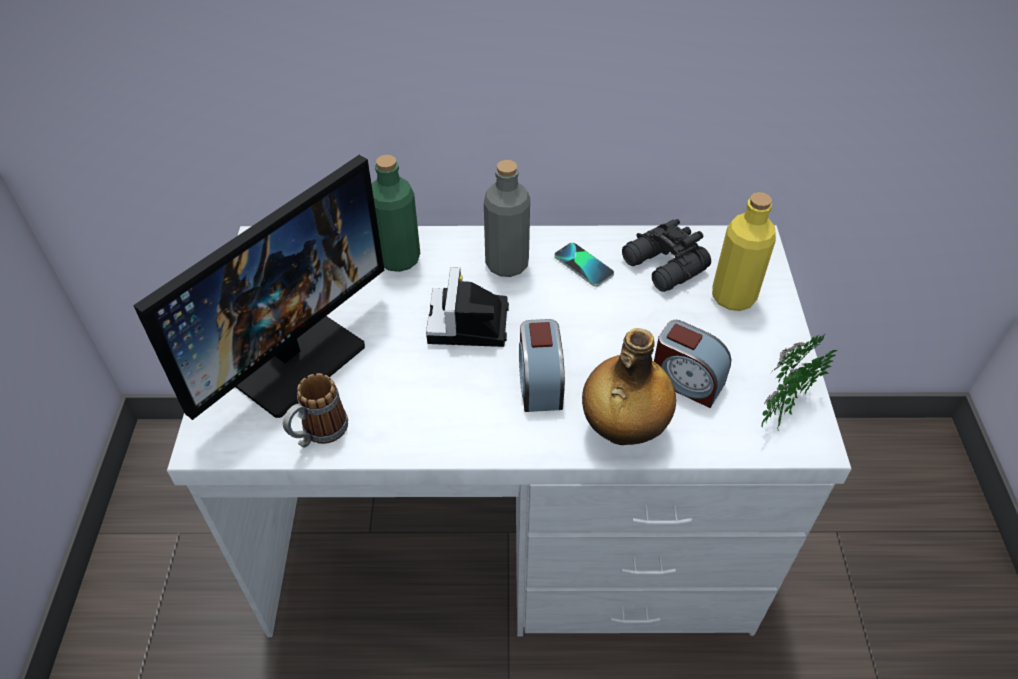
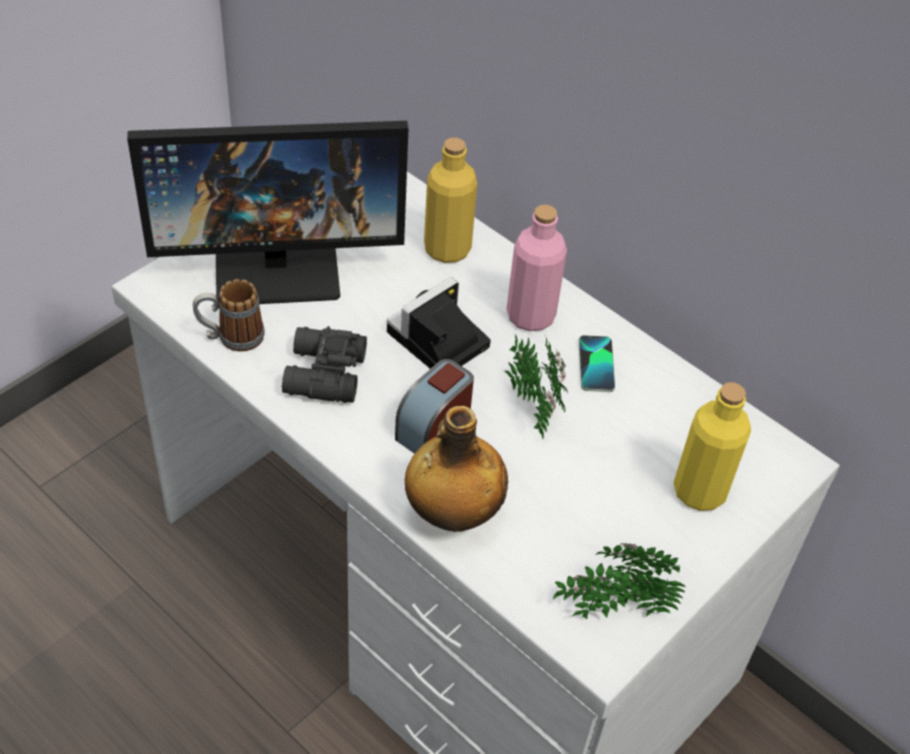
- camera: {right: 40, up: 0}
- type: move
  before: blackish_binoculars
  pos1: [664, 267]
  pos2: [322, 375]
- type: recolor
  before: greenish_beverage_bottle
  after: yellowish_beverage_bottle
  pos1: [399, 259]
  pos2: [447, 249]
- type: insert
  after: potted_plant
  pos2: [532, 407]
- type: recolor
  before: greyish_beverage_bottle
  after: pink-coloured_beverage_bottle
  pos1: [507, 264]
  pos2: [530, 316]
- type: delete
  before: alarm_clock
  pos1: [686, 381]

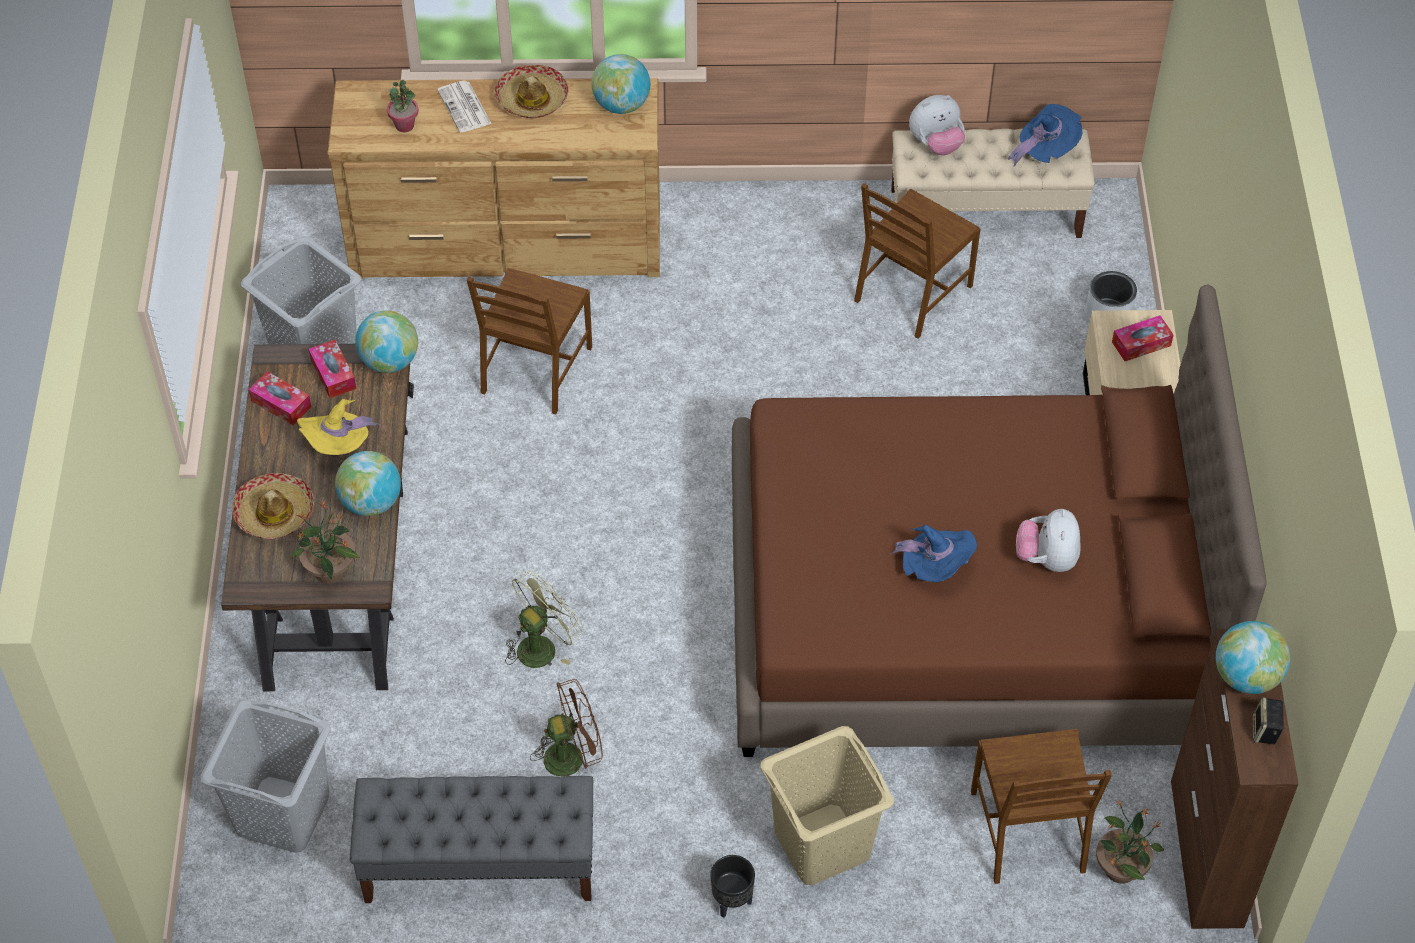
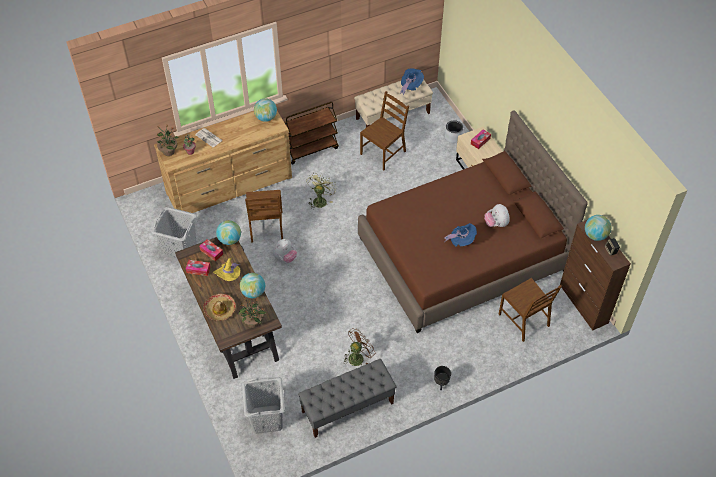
- camera: {right: -25, up: 0}
- type: move
  before: potted_plant
  pos1: [1121, 867]
  pos2: [168, 151]
- type: move
  before: soft_toy
  pos1: [936, 144]
  pos2: [285, 257]
- type: insert
  after: brownish_wheeled_cart
  pos2: [311, 149]
- type: move
  before: greenish_cooling_fan
  pos1: [542, 645]
  pos2: [320, 200]
- type: rotate
  before: brownish_chair
  pos1: [912, 293]
  pos2: [383, 152]
  turn: -150
- type: delete
  before: wearable_hat
  pos1: [532, 99]
- type: delete
  before: beige-coloured_hamper
  pos1: [823, 844]

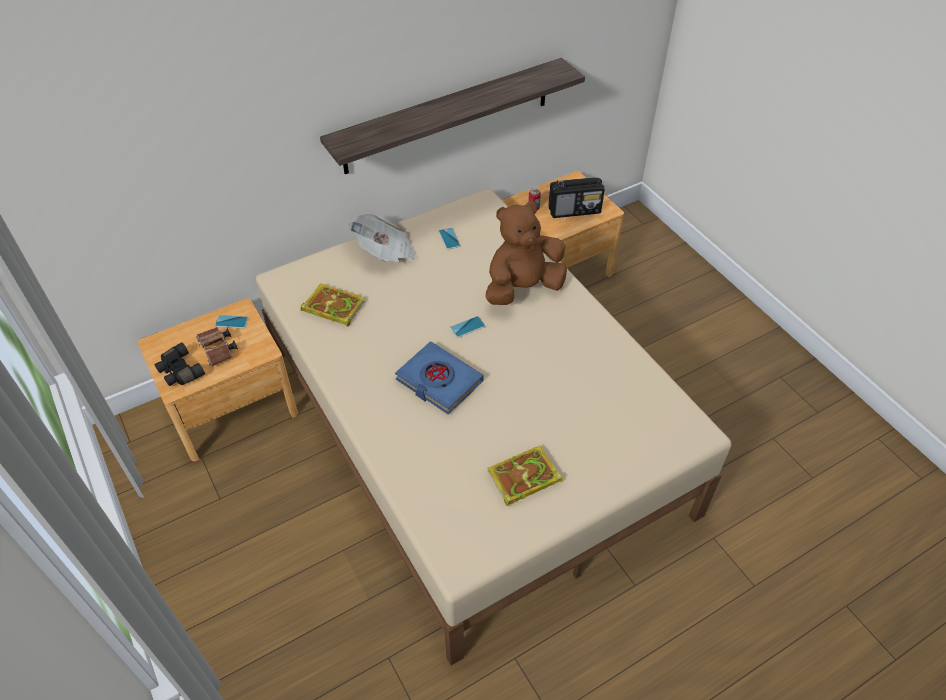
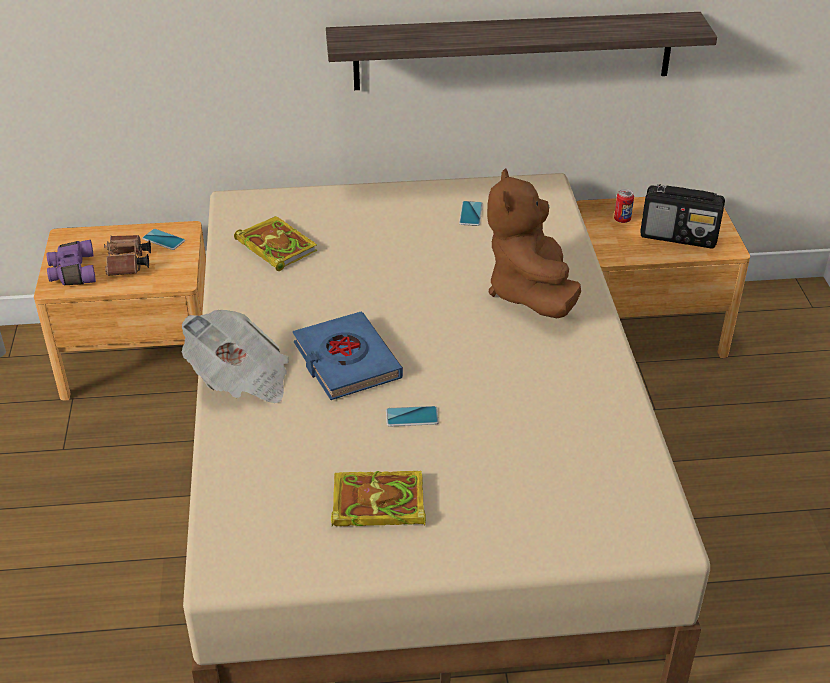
- camera: {right: 25, up: -10}
- type: recolor
  before: blackish_binoculars
  after: purplish_binoculars
  pos1: [179, 371]
  pos2: [72, 272]
- type: move
  before: printed_paper
  pos1: [386, 252]
  pos2: [240, 379]
- type: move
  before: telephone
  pos1: [467, 327]
  pos2: [412, 417]
- type: rotate
  before: brownish_soft_toy
  pos1: [523, 288]
  pos2: [529, 292]
  turn: -90

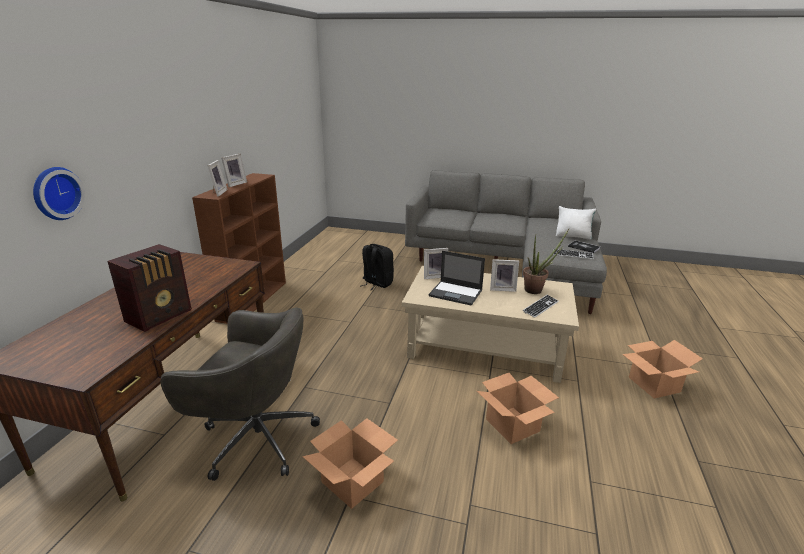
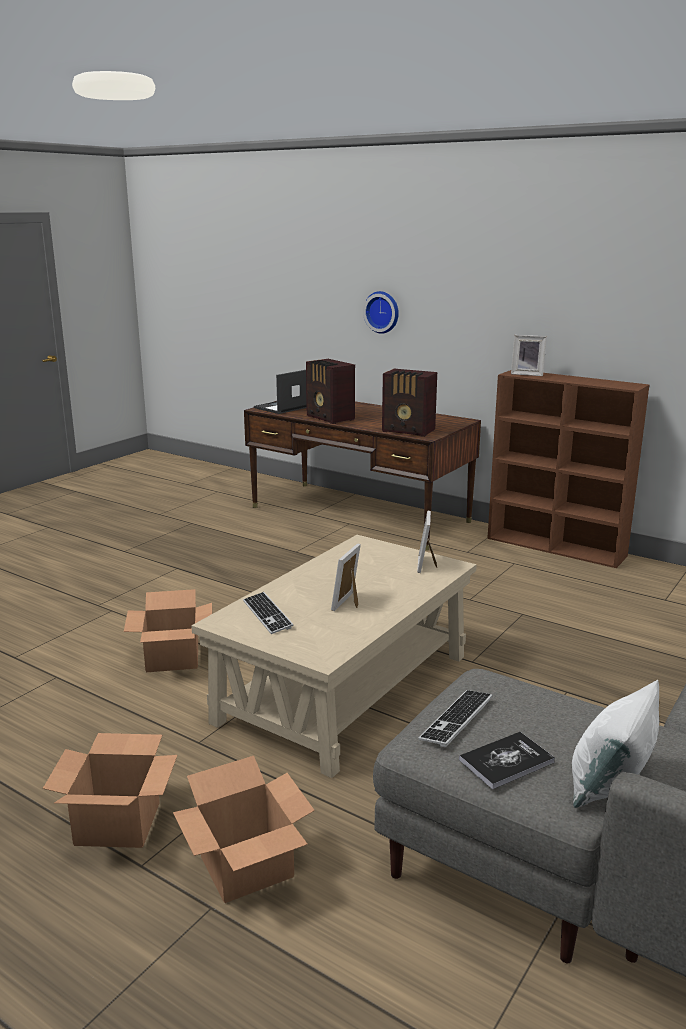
- camera: {right: 110, up: -5}
- type: move
  before: packing_box
  pos1: [351, 482]
  pos2: [247, 865]
- type: move
  before: notebook_computer
  pos1: [456, 293]
  pos2: [283, 407]
- type: insert
  after: radio_receiver
  pos2: [409, 431]
- type: delete
  before: greyish_desk_chair
  pos1: [255, 438]
- type: delete
  before: picture_frame
  pos1: [234, 184]
- type: delete
  before: blackish_rucksack
  pos1: [376, 283]
- type: delete
  before: potted_plant
  pos1: [536, 290]

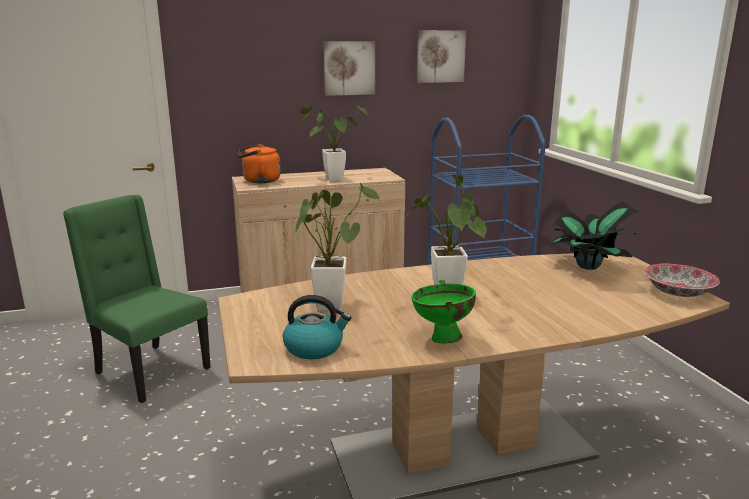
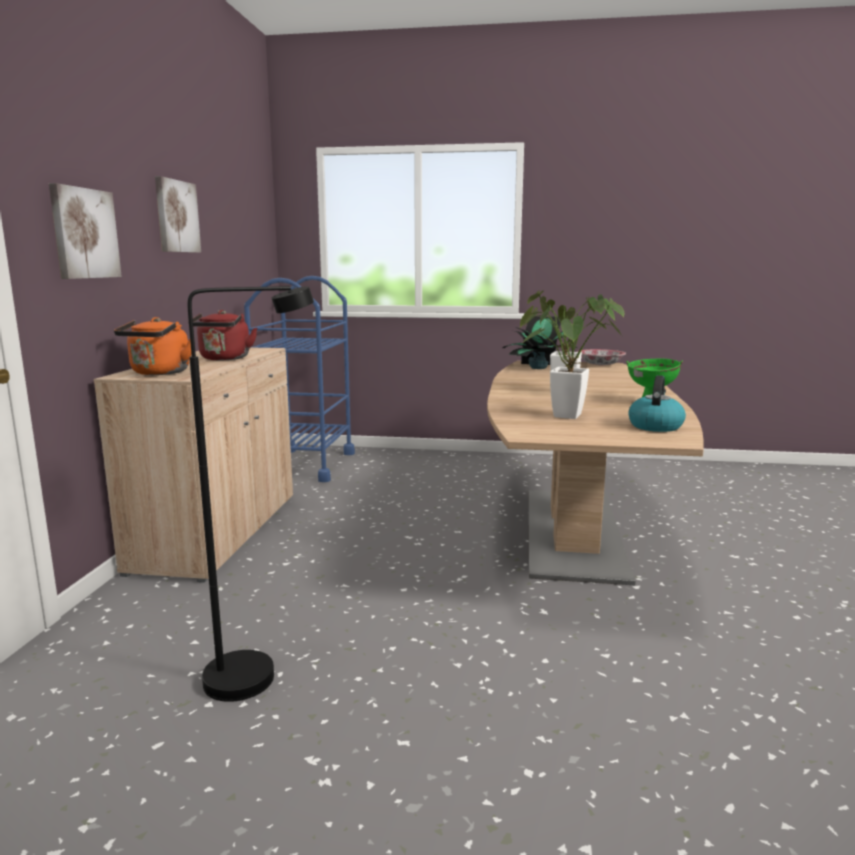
- camera: {right: -65, up: -5}
- type: move
  before: wall_art
  pos1: [440, 56]
  pos2: [84, 233]
- type: replace
  before: greenish_chair
  after: blackish_floor_lamp
  pos1: [149, 371]
  pos2: [258, 672]
- type: replace
  before: potted_plant
  after: red_tea_kettle
  pos1: [330, 179]
  pos2: [224, 359]

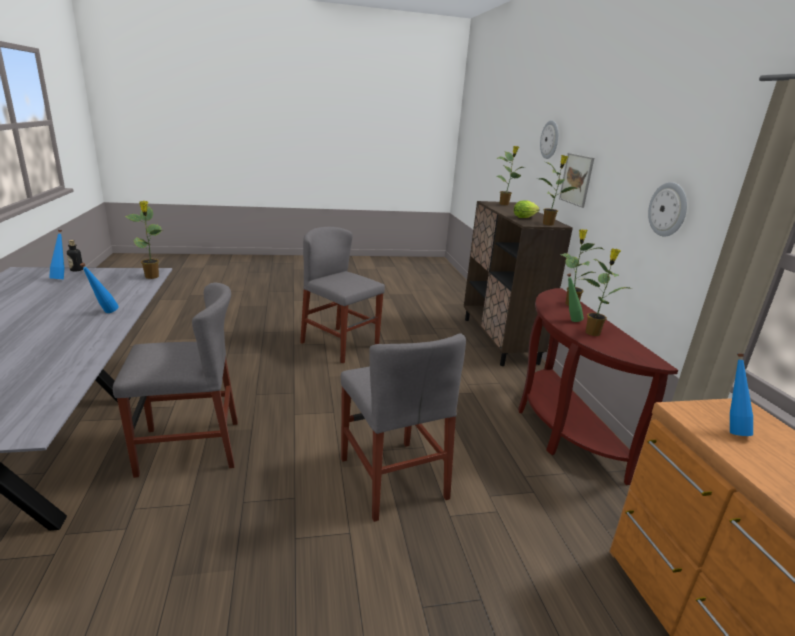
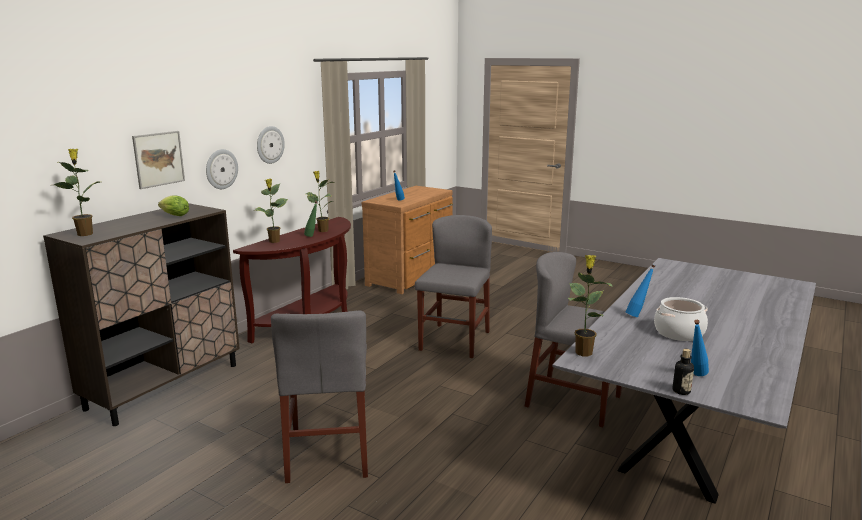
- camera: {right: -135, up: -5}
- type: move
  before: hanging_clock
  pos1: [550, 139]
  pos2: [221, 169]
- type: insert
  after: saucepot
  pos2: [679, 333]
- type: delete
  before: potted_plant
  pos1: [548, 224]

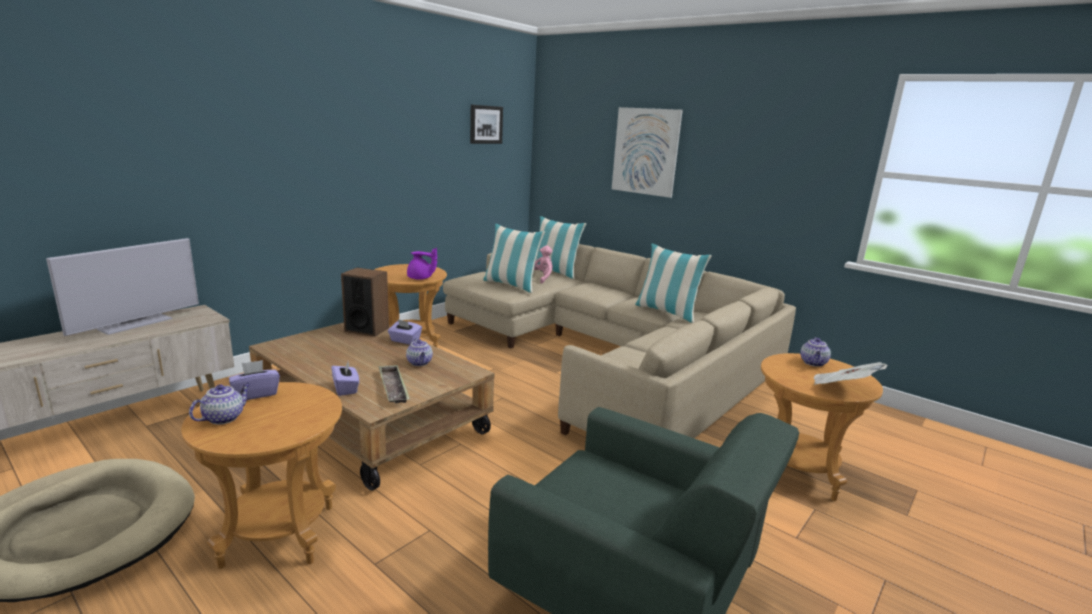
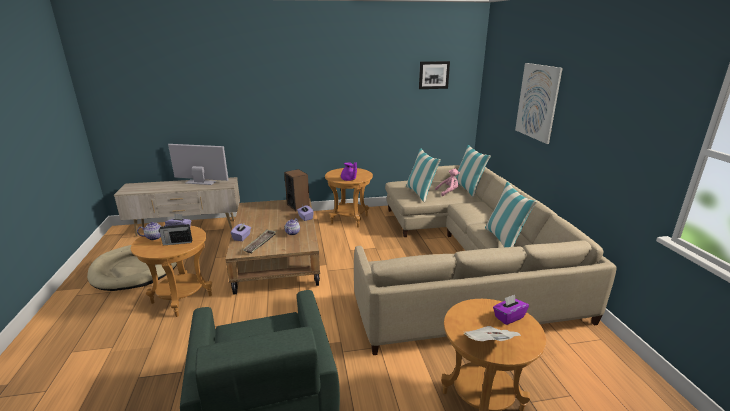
- camera: {right: 40, up: 5}
- type: insert
  after: radio_receiver
  pos2: [177, 242]
- type: rotate
  before: television
  pos1: [136, 324]
  pos2: [200, 182]
  turn: -150
- type: replace
  before: tea_pot
  after: purplish_tissue_box
  pos1: [813, 363]
  pos2: [508, 317]

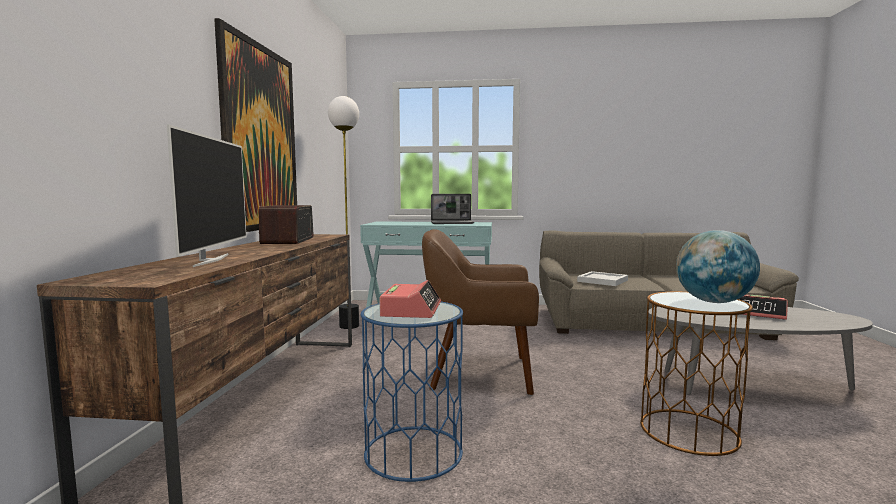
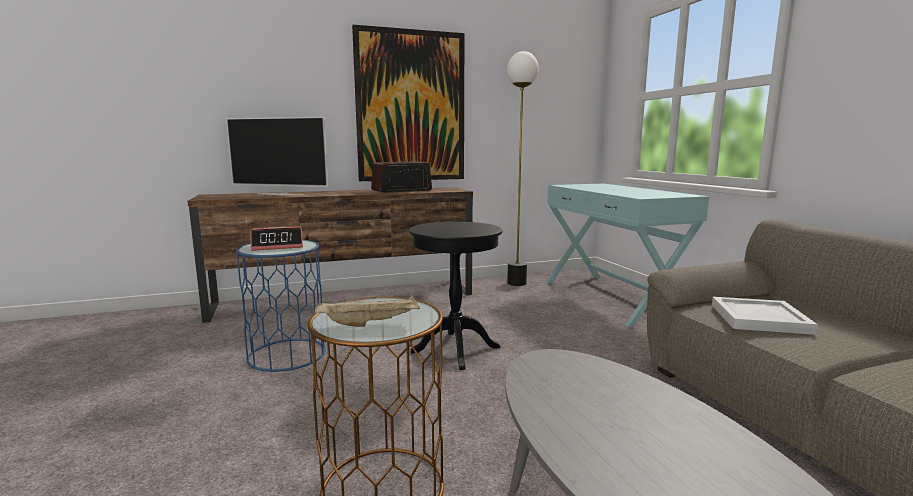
- camera: {right: 65, up: 5}
- type: rotate
  before: television
  pos1: [210, 260]
  pos2: [282, 194]
  turn: 45
- type: replace
  before: world_globe
  after: beige-coloured_carrying_tray
  pos1: [713, 302]
  pos2: [371, 323]
- type: replace
  before: brownish_easy_chair
  after: blackish_end_table
  pos1: [479, 373]
  pos2: [455, 349]
- type: delete
  before: notebook_computer
  pos1: [452, 223]
- type: delete
  before: alarm_clock
  pos1: [759, 313]

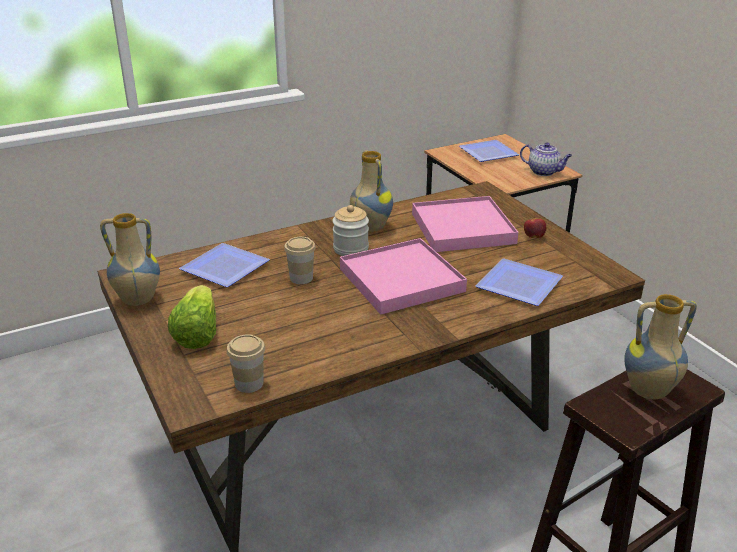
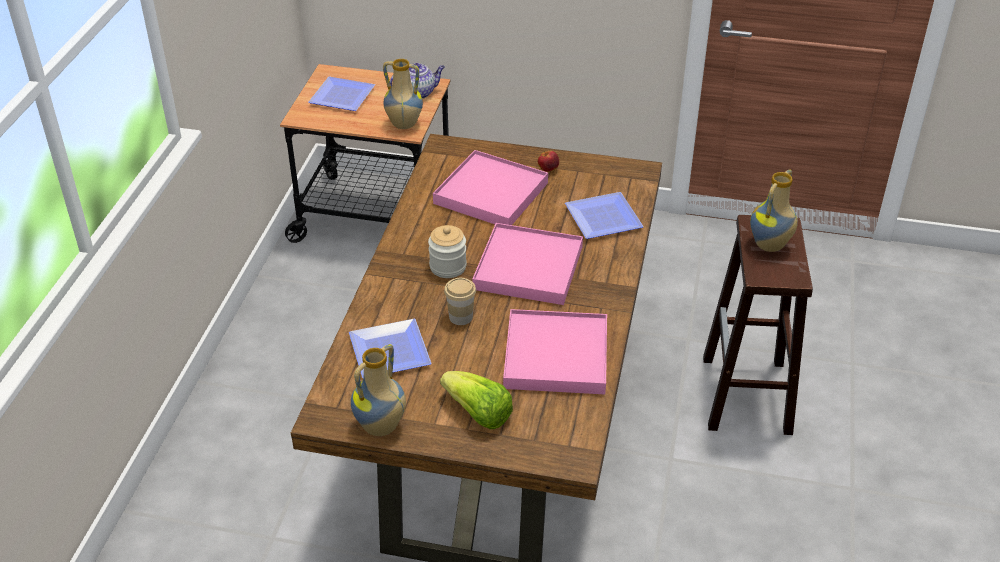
- camera: {right: -50, up: 10}
- type: move
  before: decorative_vase
  pos1: [370, 227]
  pos2: [403, 125]
- type: insert
  after: pink-coloured_carrying_tray
  pos2: [556, 356]
- type: delete
  before: cup
  pos1: [249, 383]

